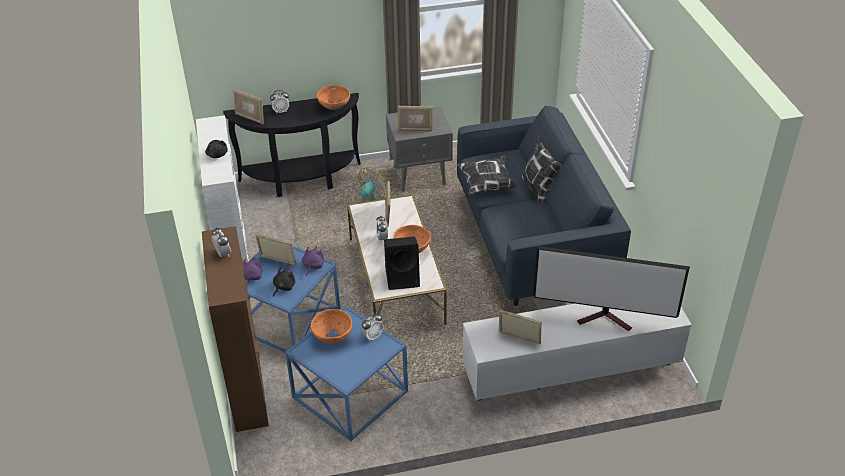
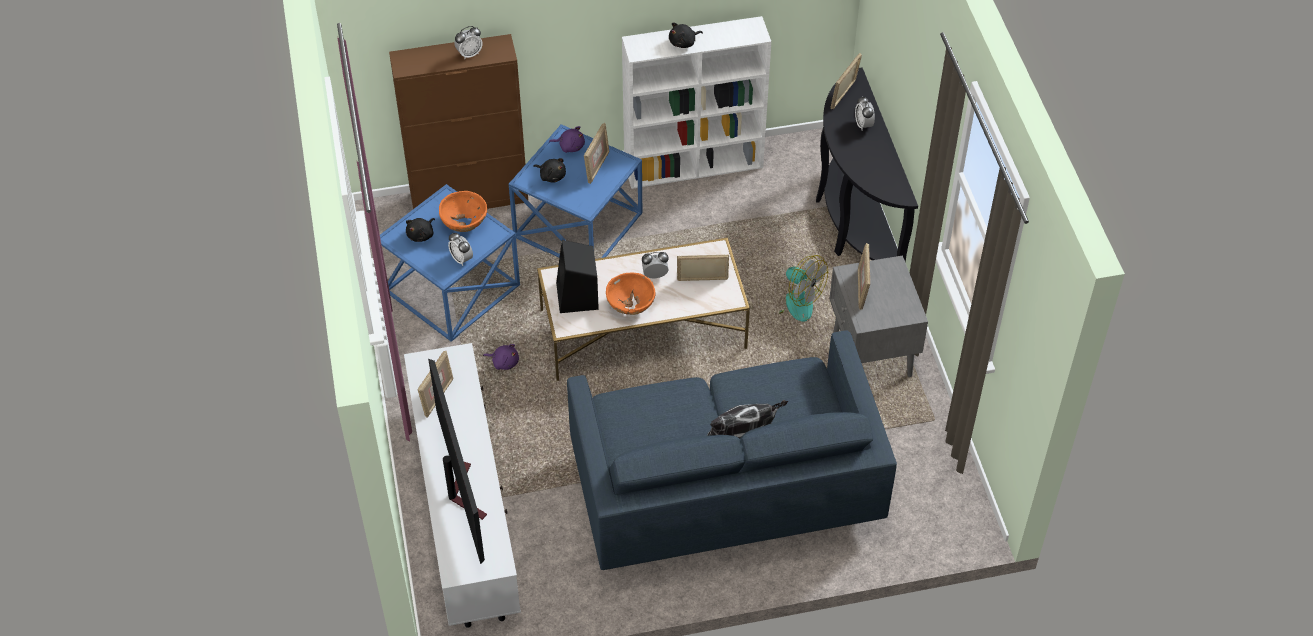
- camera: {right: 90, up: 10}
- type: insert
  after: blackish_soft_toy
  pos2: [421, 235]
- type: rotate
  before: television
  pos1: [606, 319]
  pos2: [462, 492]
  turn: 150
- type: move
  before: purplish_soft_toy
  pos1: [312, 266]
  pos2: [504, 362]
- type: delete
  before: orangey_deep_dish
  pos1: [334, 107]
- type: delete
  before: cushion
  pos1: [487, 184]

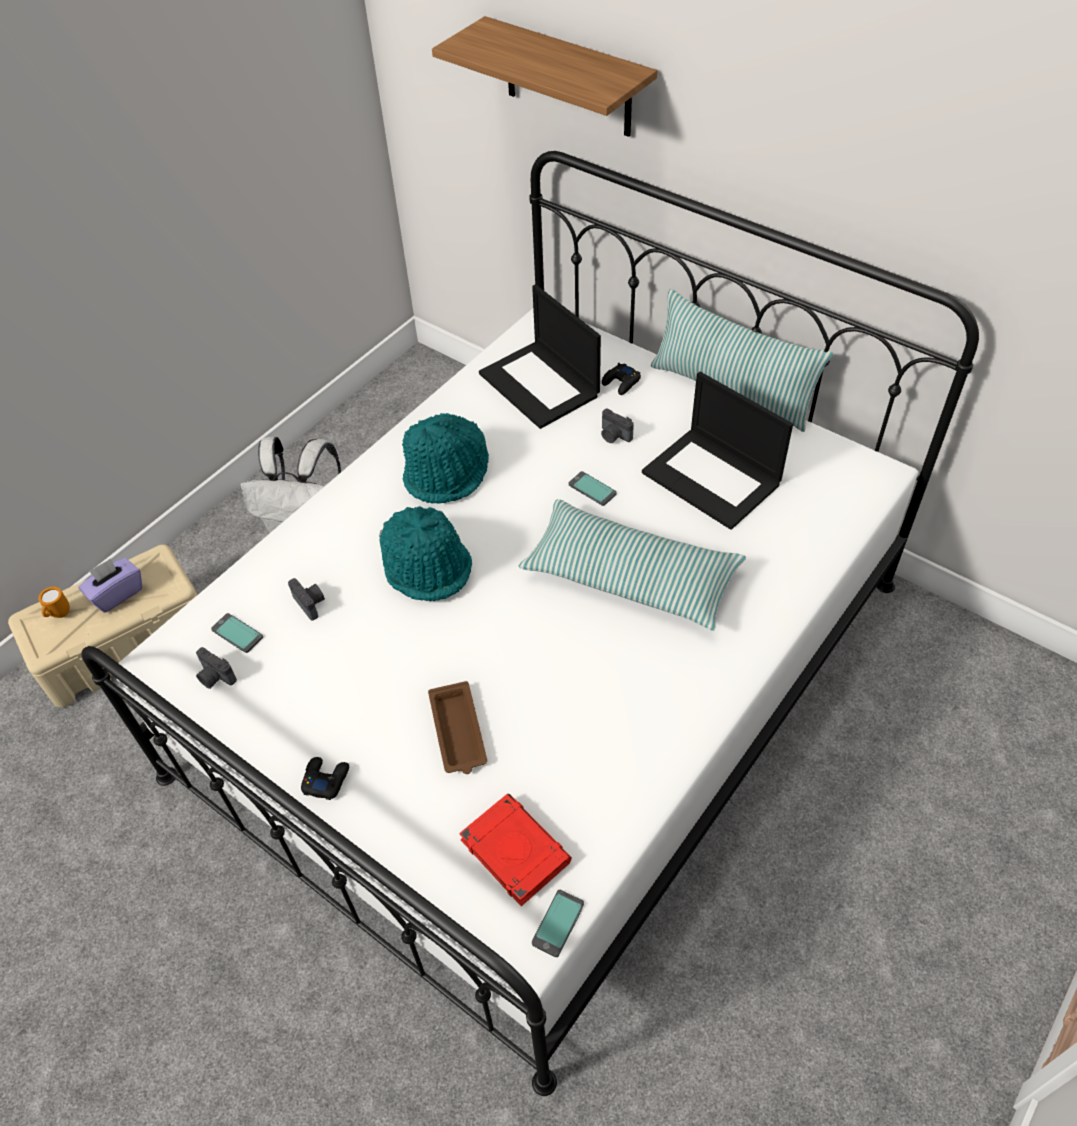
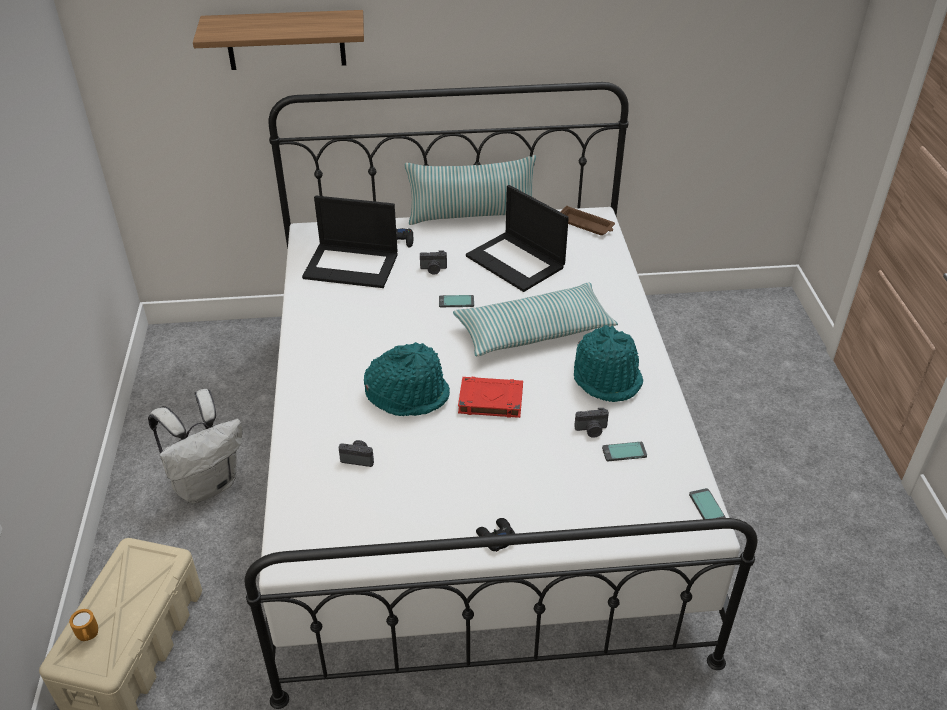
- camera: {right: -45, up: -10}
- type: move
  before: red_volume
  pos1: [514, 851]
  pos2: [490, 401]
- type: rotate
  before: notebook_computer
  pos1: [713, 478]
  pos2: [516, 262]
  turn: 45
- type: move
  before: brownish_carrying_tray
  pos1: [458, 732]
  pos2: [586, 225]
- type: move
  before: turquoise-coloured_wearable_hat
  pos1: [447, 473]
  pos2: [607, 377]
- type: move
  before: photo_camera
  pos1: [215, 677]
  pos2: [591, 430]
- type: move
  before: telephone
  pos1: [237, 634]
  pos2: [624, 452]
- type: delete
  before: purplish_tissue_box
  pos1: [117, 594]

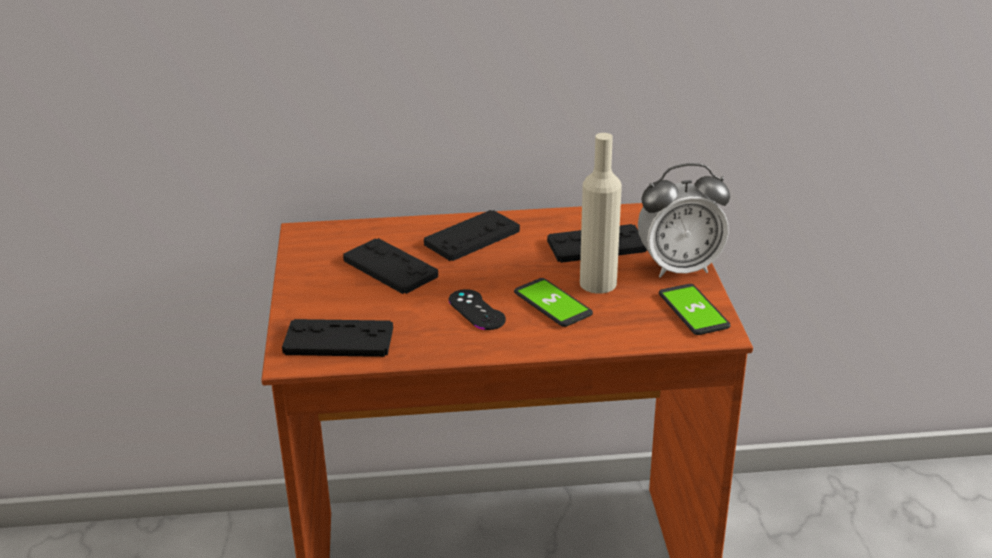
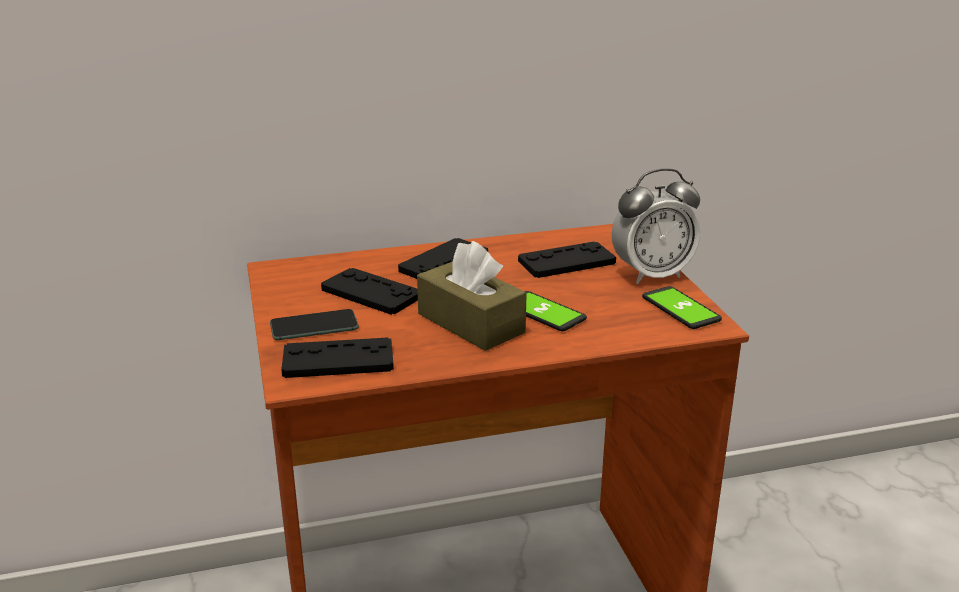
- camera: {right: -10, up: -5}
- type: insert
  after: telephone
  pos2: [314, 326]
- type: replace
  before: blackish_joypad
  after: brownish_tissue_box
  pos1: [476, 310]
  pos2: [471, 323]
- type: delete
  before: beige-coloured_beverage_bottle
  pos1: [598, 283]

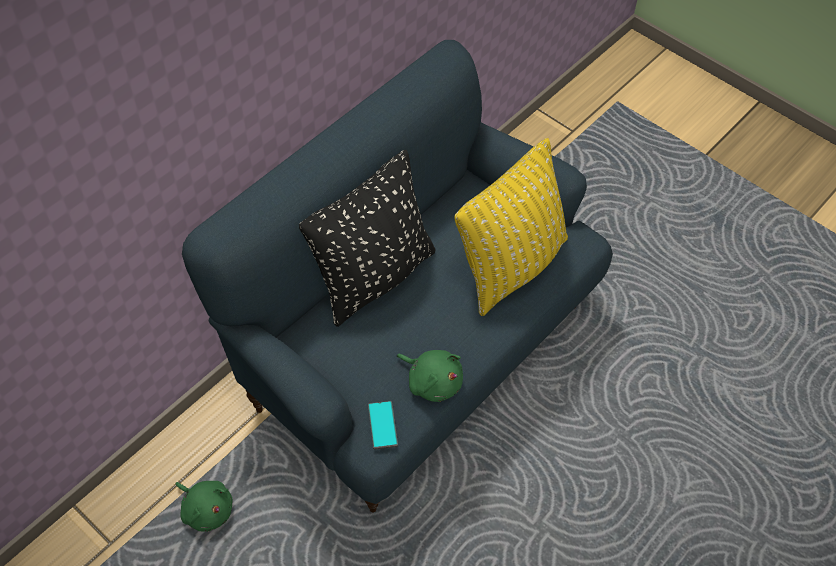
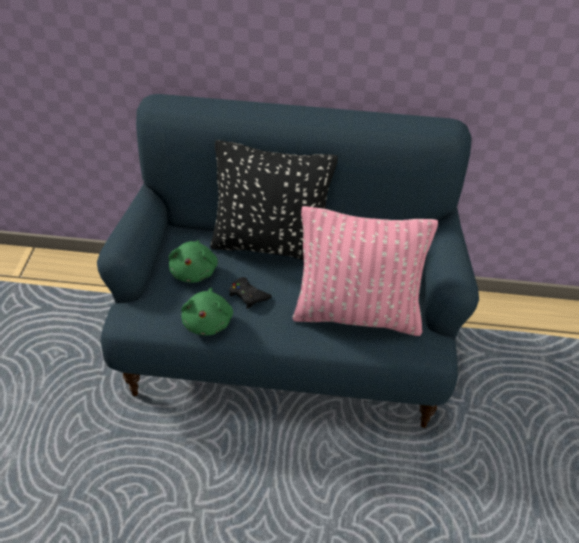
- camera: {right: 55, up: -10}
- type: move
  before: greenish_soft_toy
  pos1: [206, 509]
  pos2: [194, 271]
- type: insert
  after: blackish_joypad
  pos2: [248, 295]
- type: recolor
  before: yellowish_cushion
  after: pink-coloured_cushion
  pos1: [510, 266]
  pos2: [357, 315]
- type: delete
  before: telephone
  pos1: [382, 425]

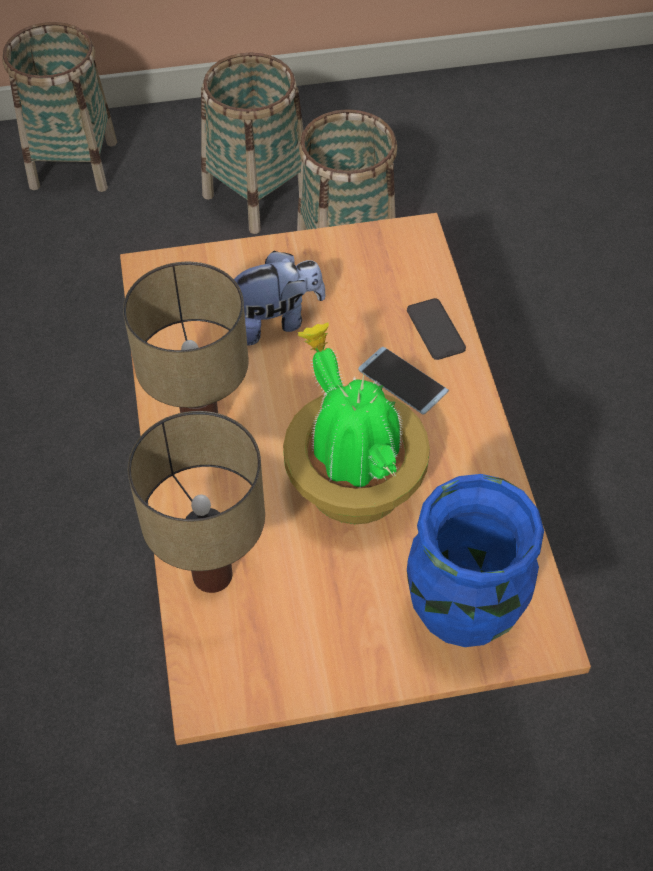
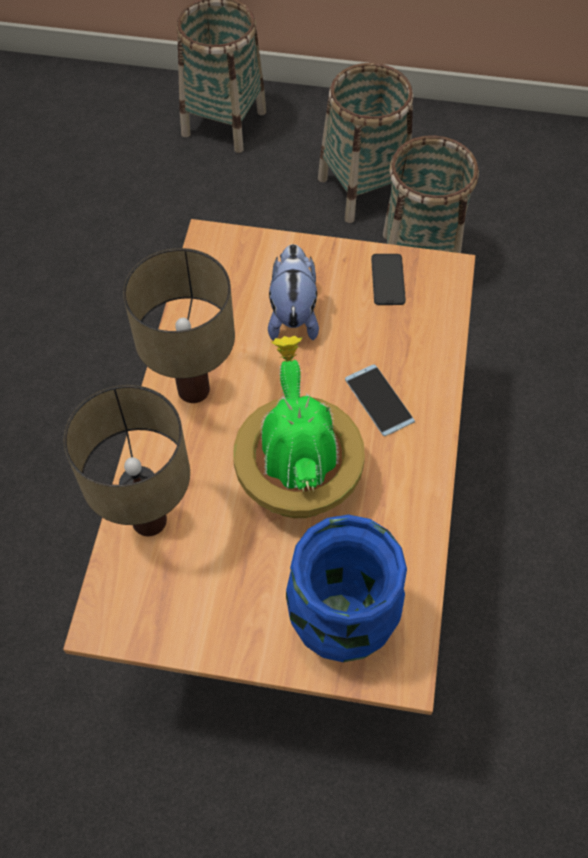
- camera: {right: 20, up: 5}
- type: rotate
  before: soft_toy
  pos1: [275, 321]
  pos2: [293, 314]
  turn: -90
- type: move
  before: telephone
  pos1: [435, 329]
  pos2: [388, 280]

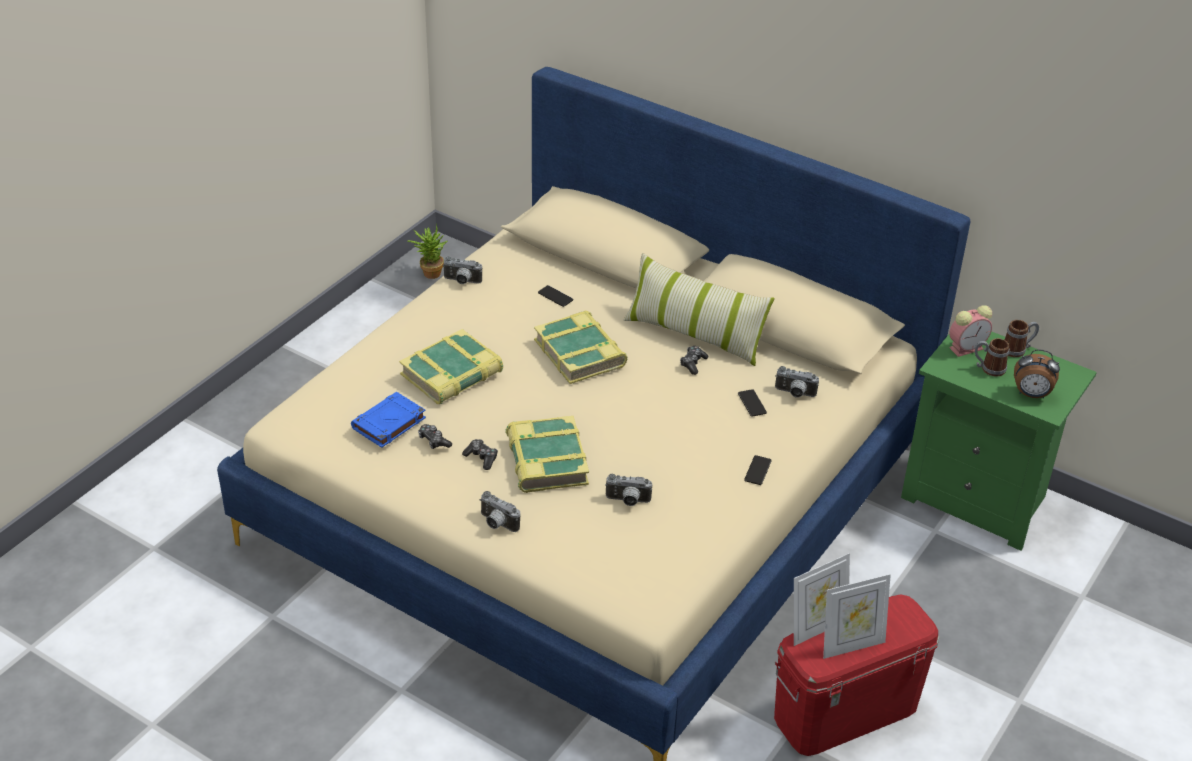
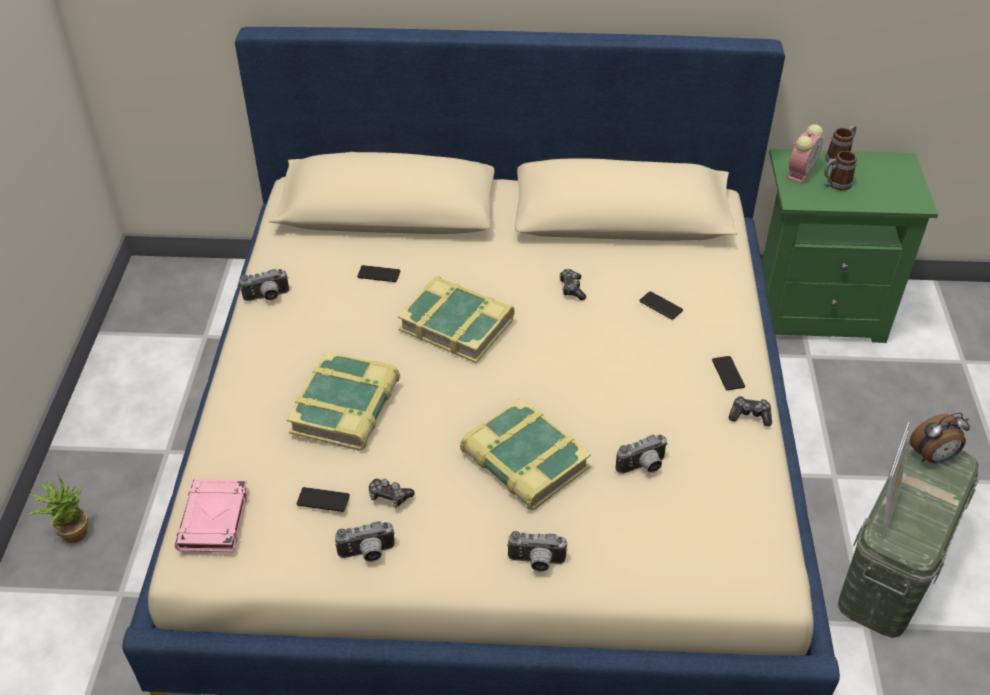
- camera: {right: -30, up: 5}
- type: move
  before: potted_plant
  pos1: [429, 272]
  pos2: [70, 533]
- type: insert
  after: pink-coloured_volume
  pos2: [214, 520]
- type: replace
  before: blue_volume
  after: telephone
  pos1: [388, 424]
  pos2: [323, 500]
- type: move
  before: photo_camera
  pos1: [794, 394]
  pos2: [367, 554]
- type: move
  before: joypad
  pos1: [481, 458]
  pos2: [750, 415]
- type: recolor
  before: red_storage_box
  after: greenish_storage_box
  pos1: [846, 711]
  pos2: [891, 570]
- type: move
  before: alarm_clock
  pos1: [1031, 394]
  pos2: [933, 457]
- type: delete
  before: cushion
  pos1: [695, 334]
- type: delete
  before: picture_frame
  pos1: [851, 645]

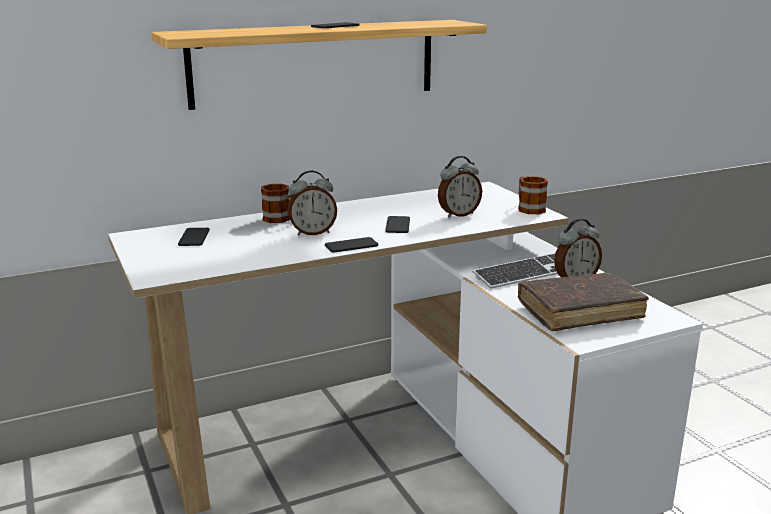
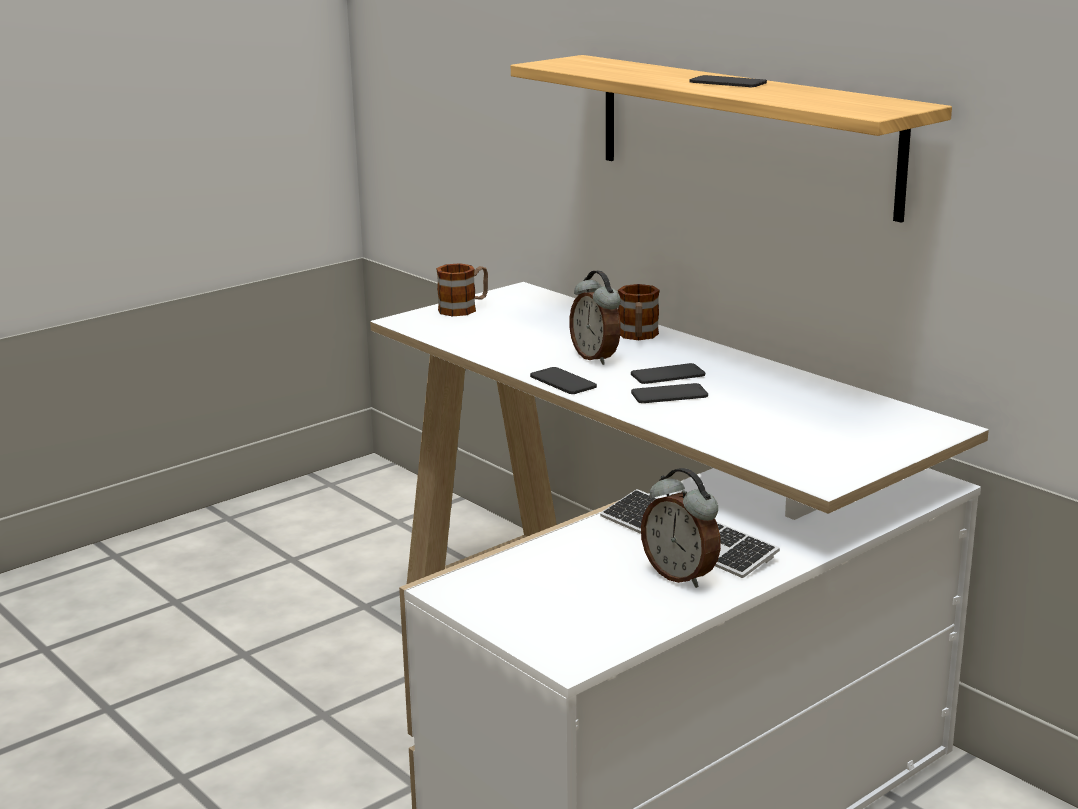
- camera: {right: 75, up: 0}
- type: move
  before: tea_mug
  pos1: [528, 208]
  pos2: [464, 308]
- type: move
  before: telephone
  pos1: [194, 237]
  pos2: [667, 375]
- type: delete
  before: alarm_clock
  pos1: [458, 214]
- type: delete
  before: brownish_volume
  pos1: [580, 311]

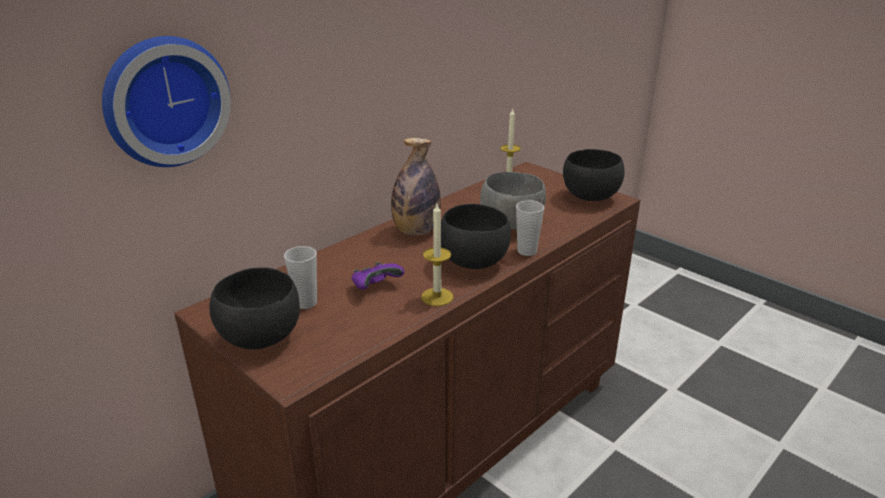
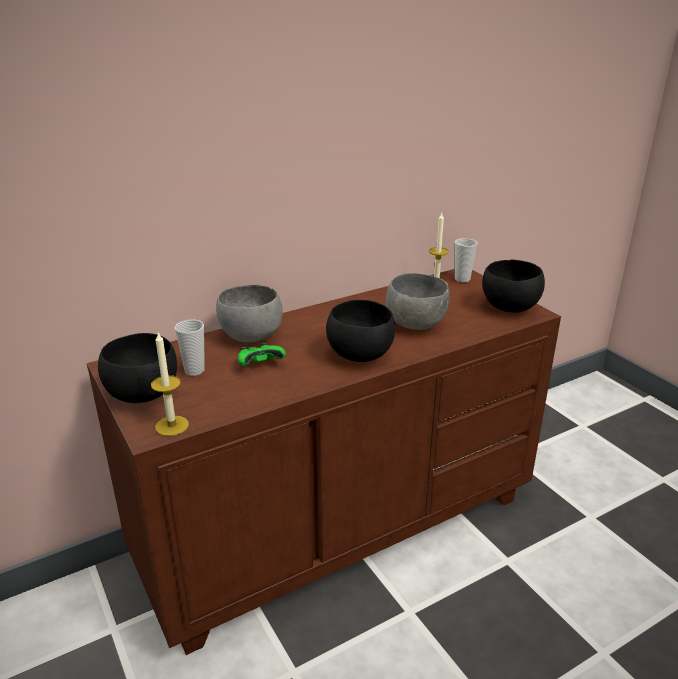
- camera: {right: 15, up: 0}
- type: move
  before: wax_candle
  pos1: [437, 297]
  pos2: [172, 426]
- type: insert
  after: greyish_deep_dish
  pos2: [250, 337]
- type: recolor
  before: purplish_joypad
  after: greenish_joypad
  pos1: [376, 287]
  pos2: [260, 365]
- type: move
  before: cup
  pos1: [527, 251]
  pos2: [462, 279]
- type: delete
  before: hanging_clock
  pos1: [164, 101]
- type: delete
  before: beverage_bottle
  pos1: [416, 231]

